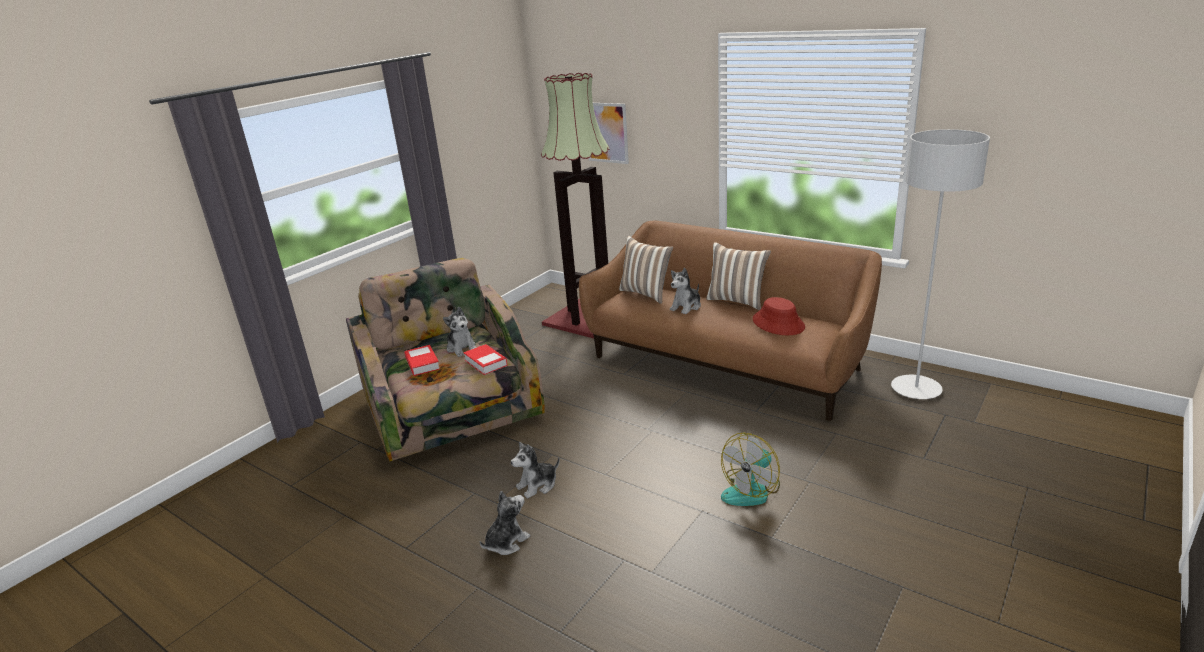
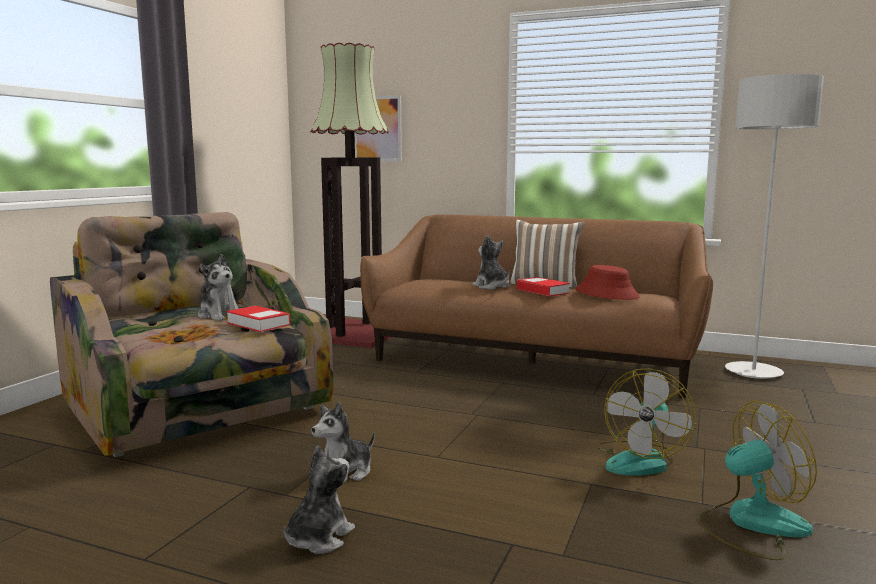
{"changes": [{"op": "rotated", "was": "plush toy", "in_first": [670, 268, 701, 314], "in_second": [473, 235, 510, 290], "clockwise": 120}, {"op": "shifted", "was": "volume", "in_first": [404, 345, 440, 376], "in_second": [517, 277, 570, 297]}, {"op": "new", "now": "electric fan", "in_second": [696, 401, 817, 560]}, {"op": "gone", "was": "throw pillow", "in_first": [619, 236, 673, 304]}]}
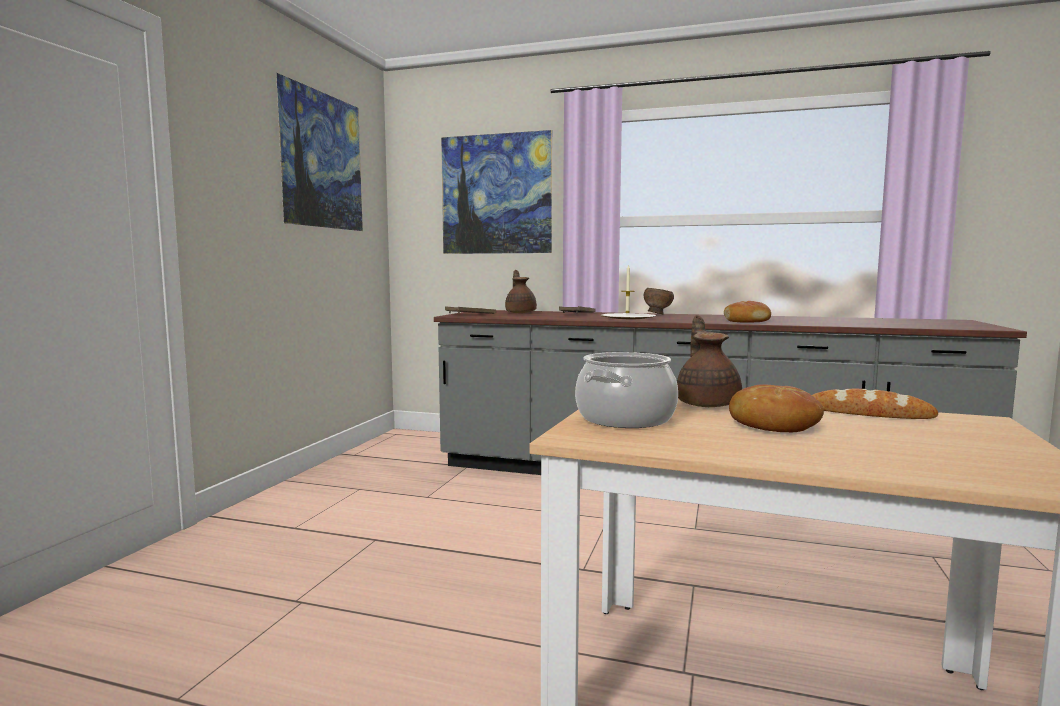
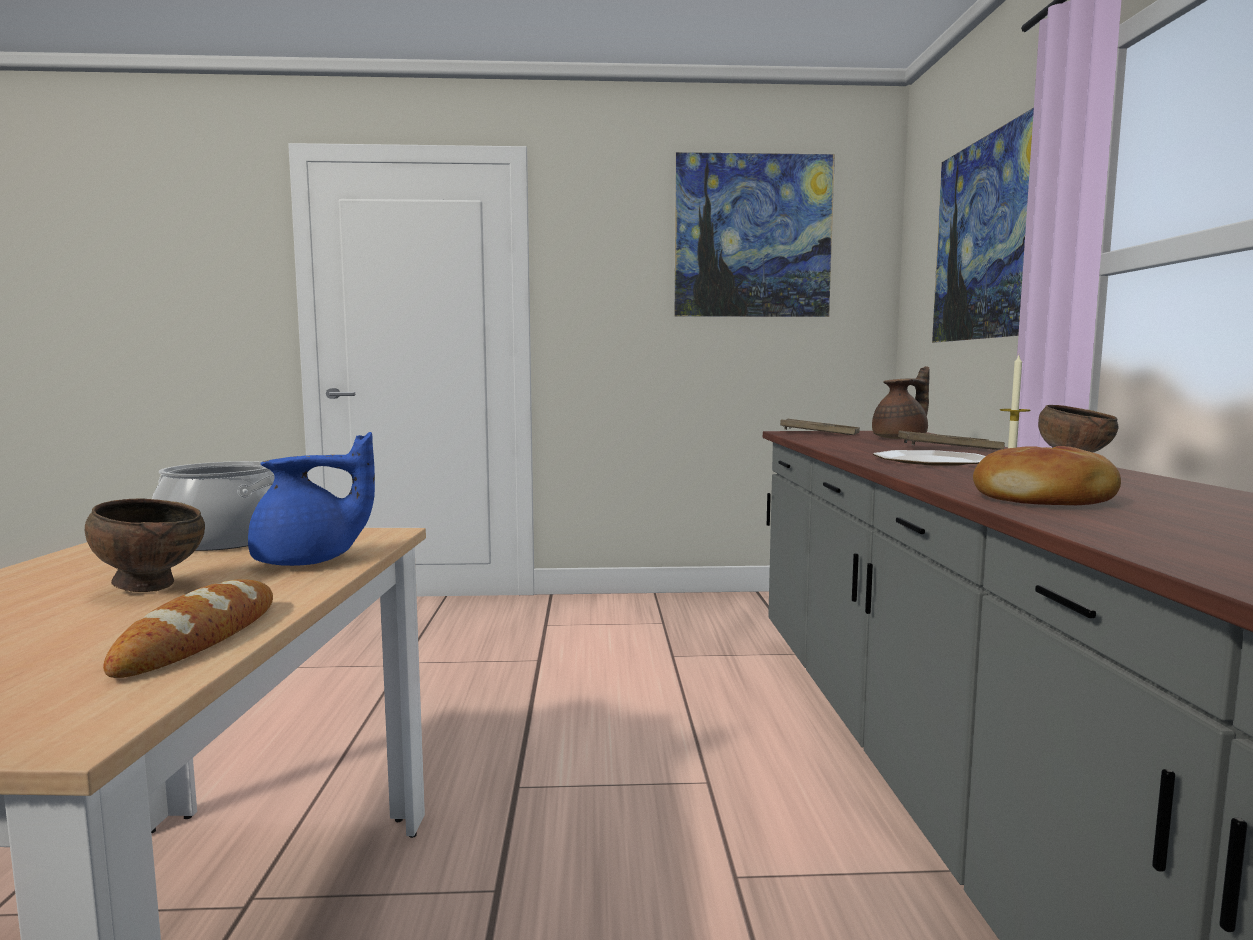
{"changes": [{"op": "swapped", "was": "bakery bread", "now": "serving bowl (brownish)", "in_first": [729, 384, 824, 432], "in_second": [85, 498, 205, 592]}, {"op": "repainted", "was": "teapot (brownish)", "now": "teapot (blue-coloured)", "in_first": [677, 315, 742, 407], "in_second": [248, 432, 375, 566]}]}
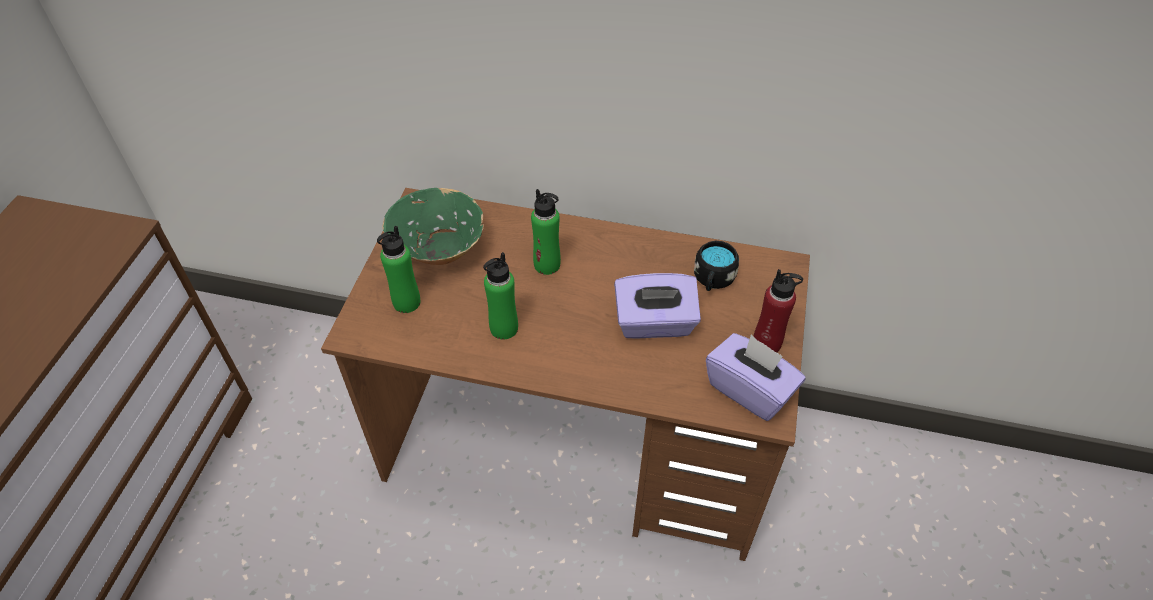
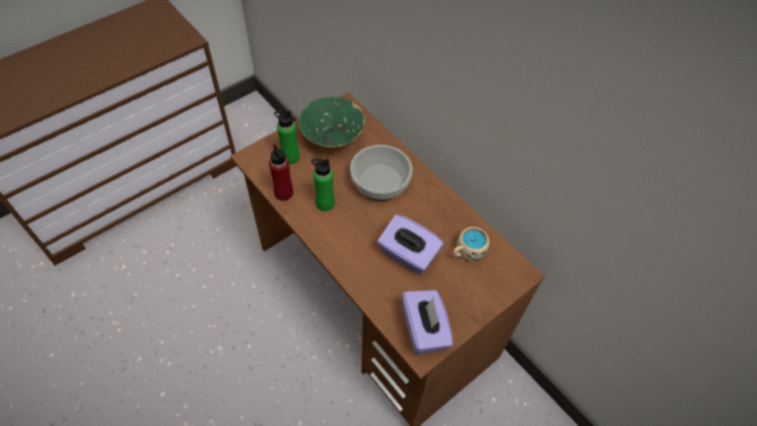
{"changes": [{"op": "shifted", "was": "beverage bottle (red)", "in_first": [753, 269, 803, 353], "in_second": [269, 144, 293, 201]}, {"op": "swapped", "was": "beverage bottle (green)", "now": "serving bowl", "in_first": [531, 189, 561, 275], "in_second": [350, 145, 413, 201]}, {"op": "repainted", "was": "mug (blackish)", "now": "mug (beige)", "in_first": [694, 241, 739, 291], "in_second": [452, 227, 489, 262]}]}
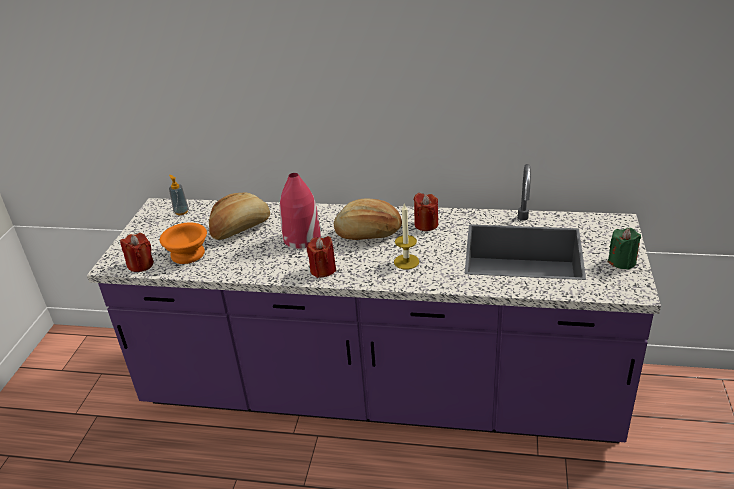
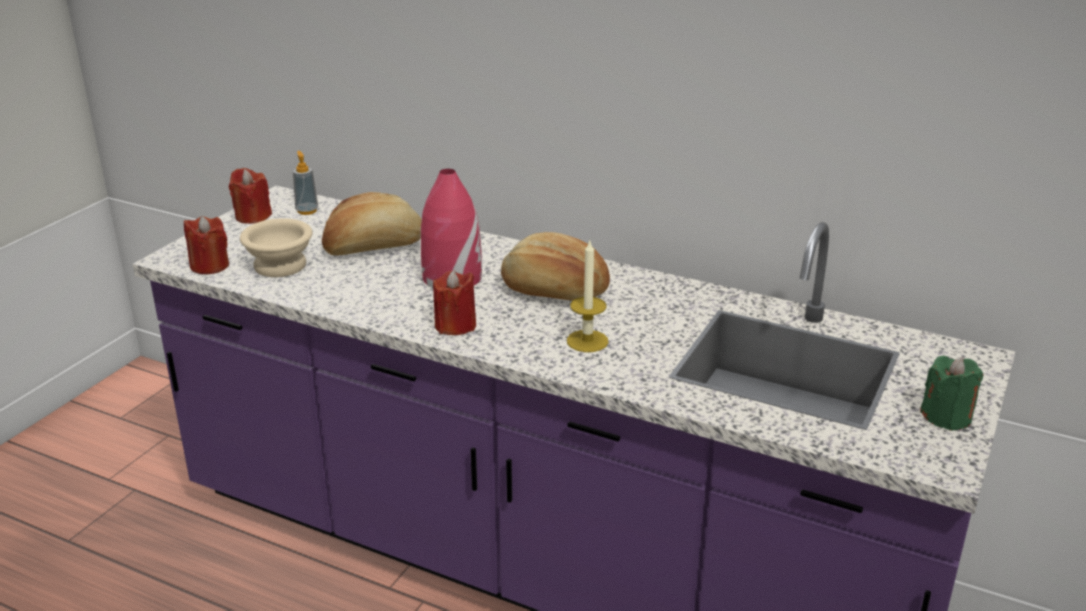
{"changes": [{"op": "shifted", "was": "candle (red)", "in_first": [413, 193, 438, 231], "in_second": [229, 168, 272, 224]}, {"op": "repainted", "was": "serving bowl (orange)", "now": "serving bowl (beige)", "in_first": [160, 222, 207, 264], "in_second": [240, 218, 313, 277]}]}
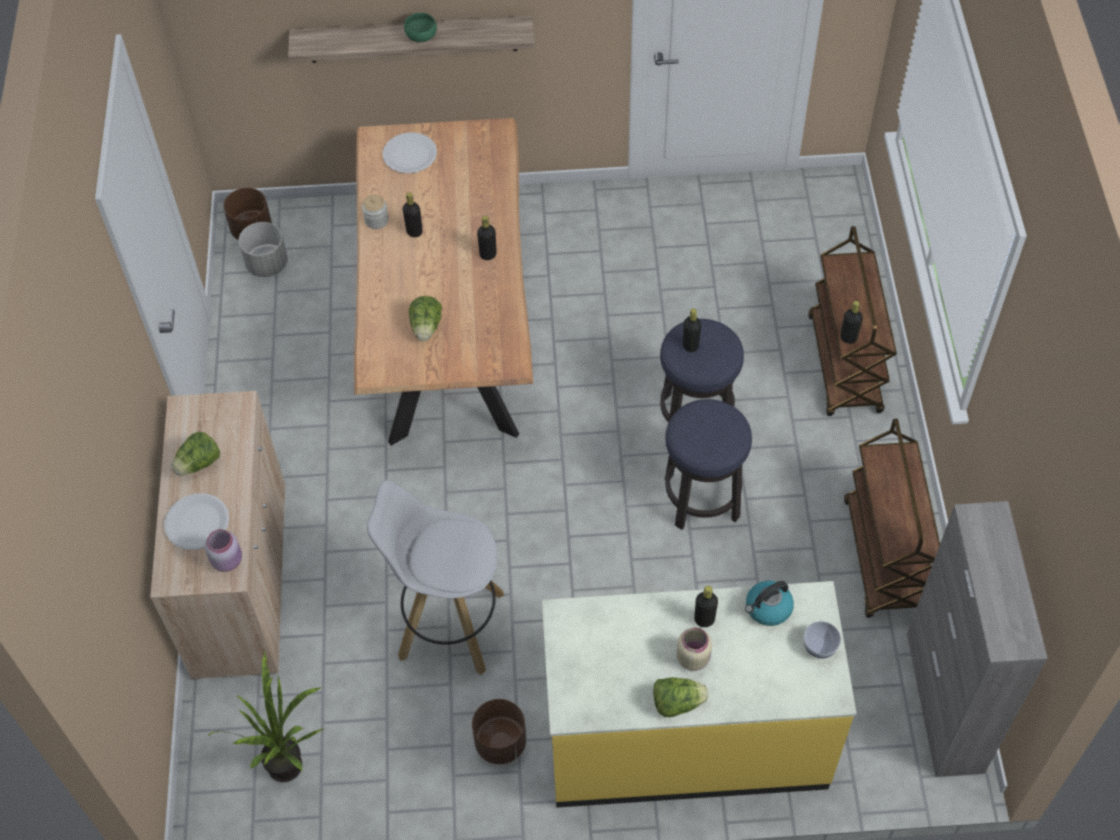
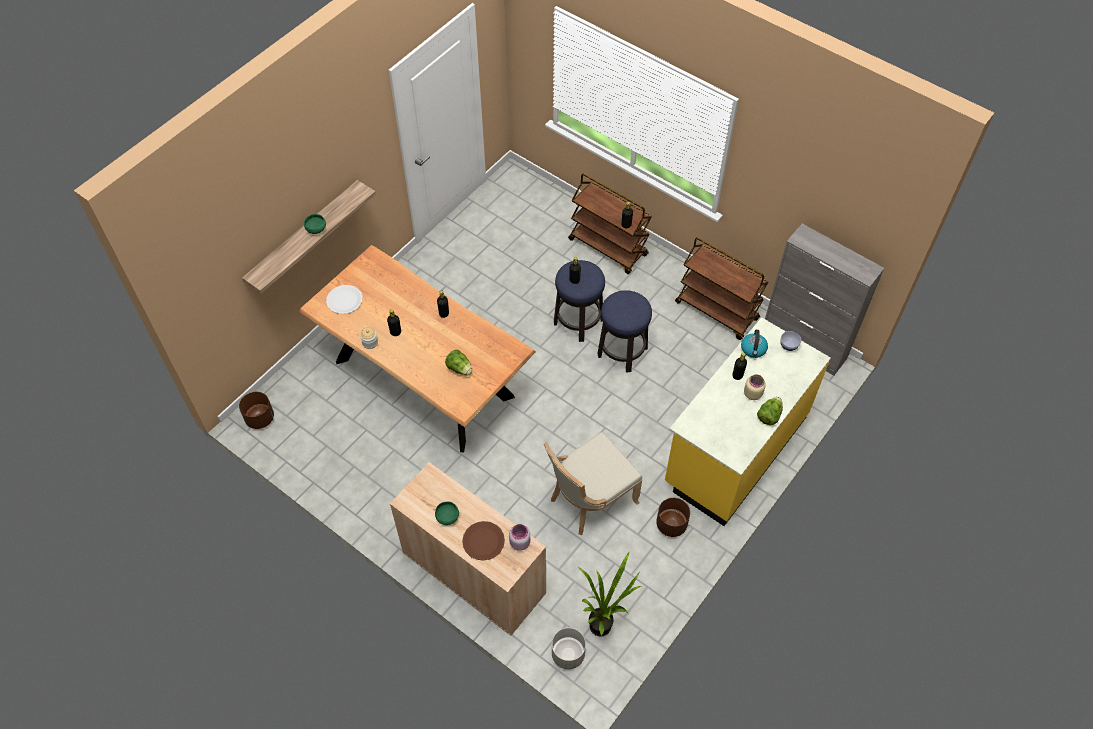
{"changes": [{"op": "swapped", "was": "head of lettuce", "now": "serving bowl (green)", "in_first": [171, 432, 220, 476], "in_second": [435, 501, 459, 525]}, {"op": "repainted", "was": "dinner plate (whitish)", "now": "dinner plate (brownish)", "in_first": [164, 493, 229, 550], "in_second": [462, 521, 505, 561]}, {"op": "swapped", "was": "stool (whitish)", "now": "plain chair (beige)", "in_first": [367, 480, 504, 675], "in_second": [544, 432, 642, 535]}, {"op": "shifted", "was": "flower pot (greyish)", "in_first": [239, 222, 288, 277], "in_second": [552, 628, 586, 669]}]}
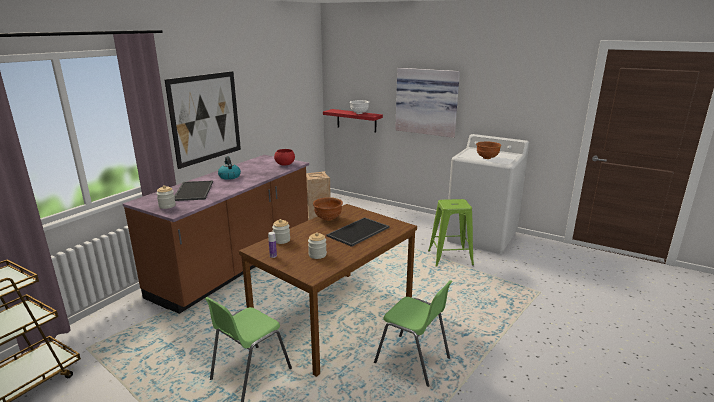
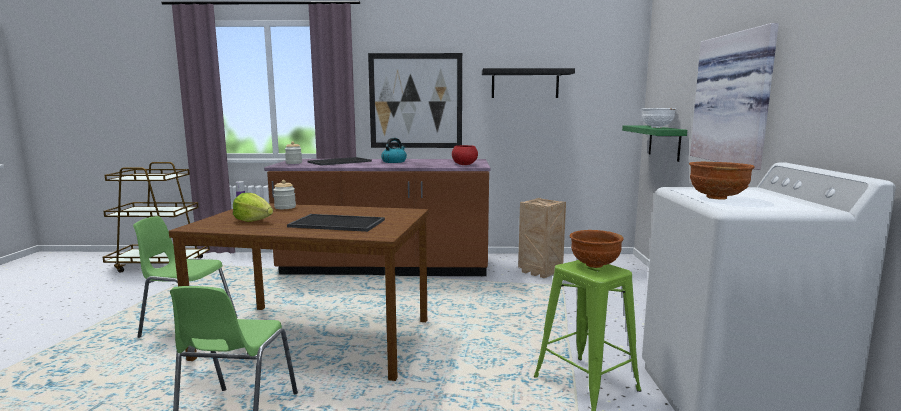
{"changes": [{"op": "swapped", "was": "preserve jar", "now": "head of lettuce", "in_first": [308, 232, 327, 259], "in_second": [233, 193, 273, 222]}, {"op": "new", "now": "bracket shelf (blackish)", "in_second": [482, 68, 575, 98]}, {"op": "shifted", "was": "serving bowl (brownish)", "in_first": [313, 197, 343, 221], "in_second": [569, 230, 624, 268]}, {"op": "repainted", "was": "bracket shelf (red)", "now": "bracket shelf (green)", "in_first": [323, 109, 383, 132], "in_second": [622, 125, 687, 162]}]}
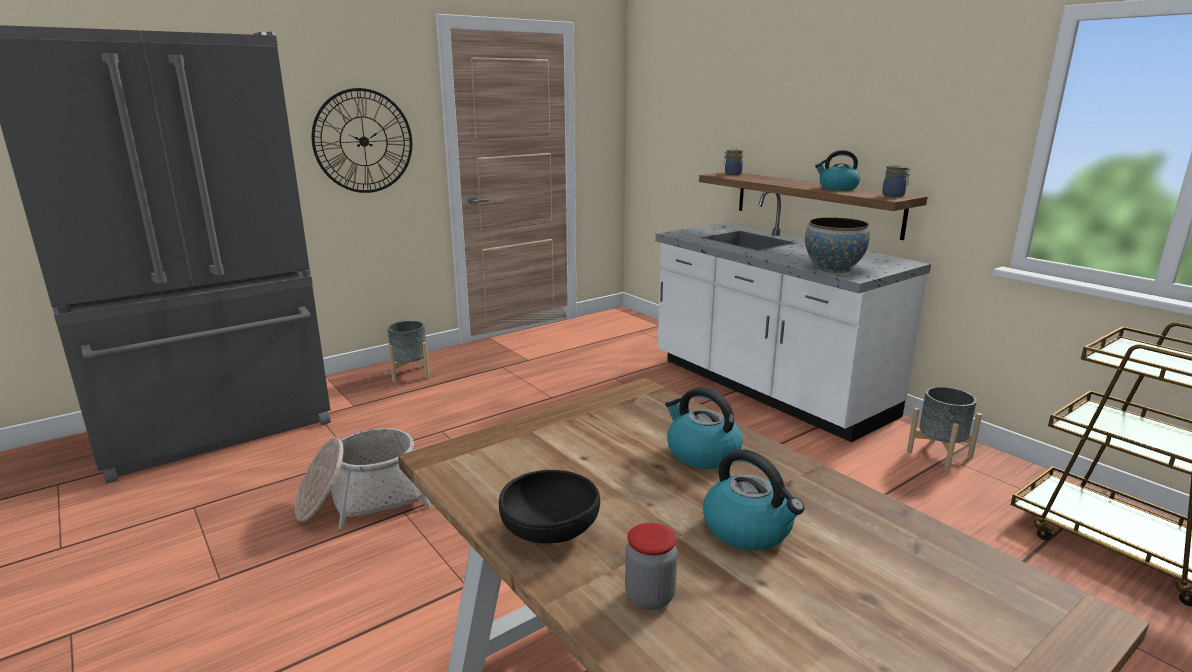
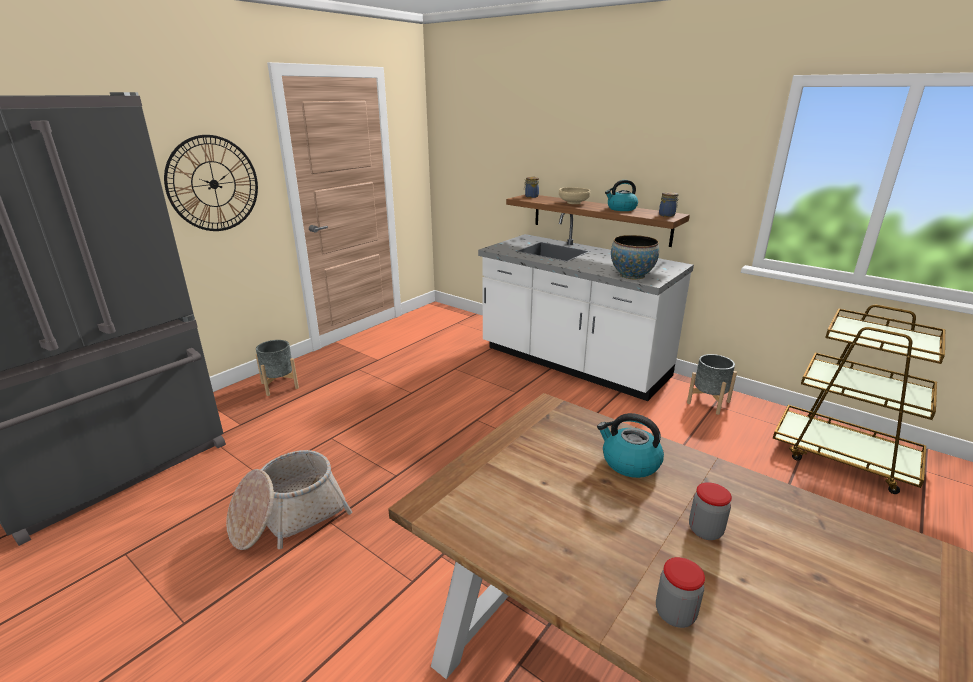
{"changes": [{"op": "new", "now": "serving bowl (beige)", "in_second": [559, 187, 591, 204]}, {"op": "swapped", "was": "tea kettle", "now": "preserve jar", "in_first": [703, 449, 805, 550], "in_second": [689, 482, 732, 540]}, {"op": "gone", "was": "serving bowl (blackish)", "in_first": [499, 470, 600, 543]}]}
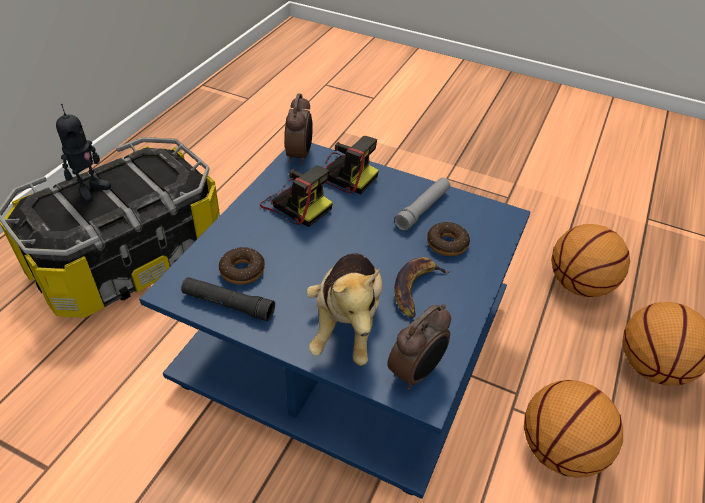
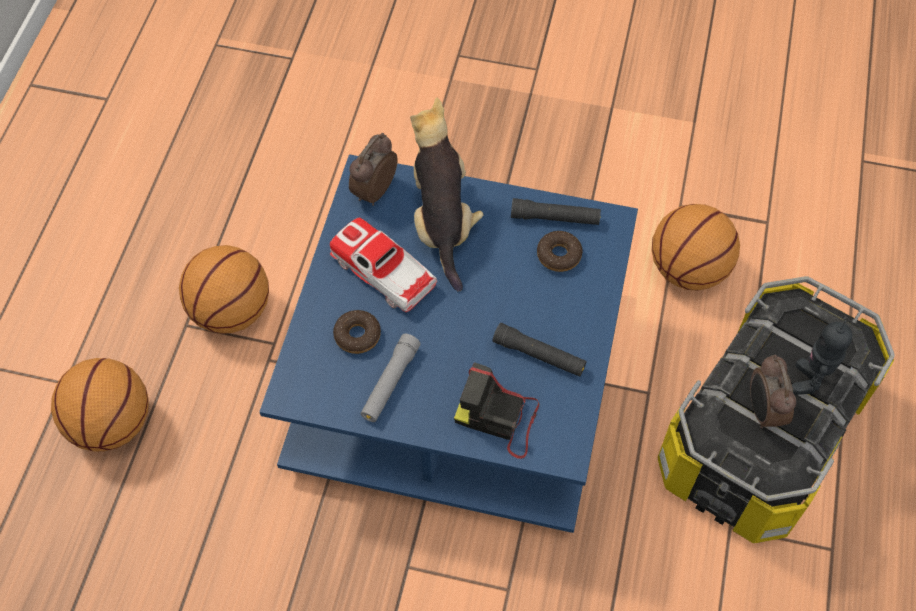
{"changes": [{"op": "swapped", "was": "whole banana", "now": "model car", "in_first": [394, 257, 451, 318], "in_second": [330, 218, 437, 312]}, {"op": "swapped", "was": "photo camera", "now": "flashlight (blackish)", "in_first": [260, 165, 333, 227], "in_second": [492, 323, 587, 377]}, {"op": "shifted", "was": "basketball", "in_first": [551, 224, 630, 297], "in_second": [652, 204, 740, 291]}, {"op": "shifted", "was": "alarm clock", "in_first": [284, 94, 313, 165], "in_second": [750, 355, 796, 429]}]}
